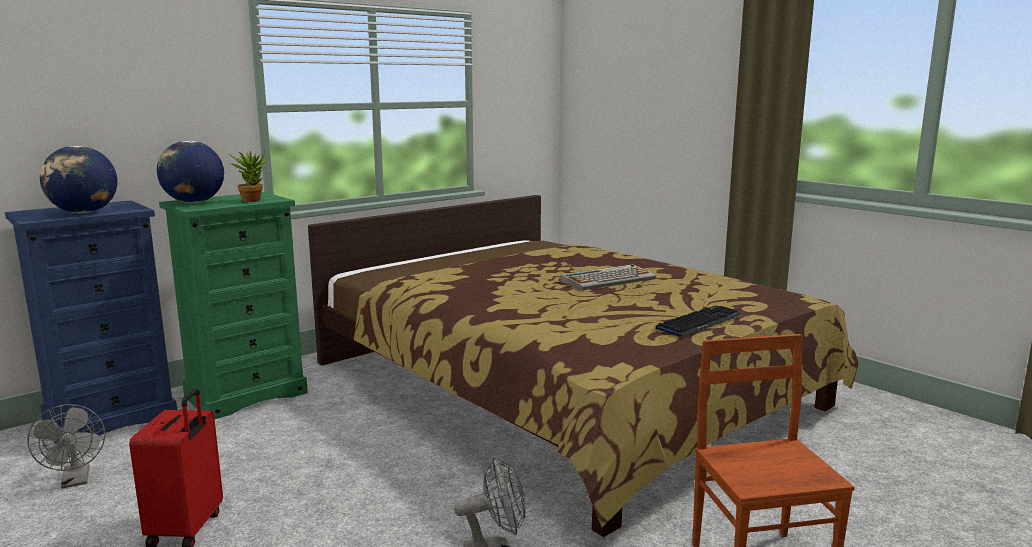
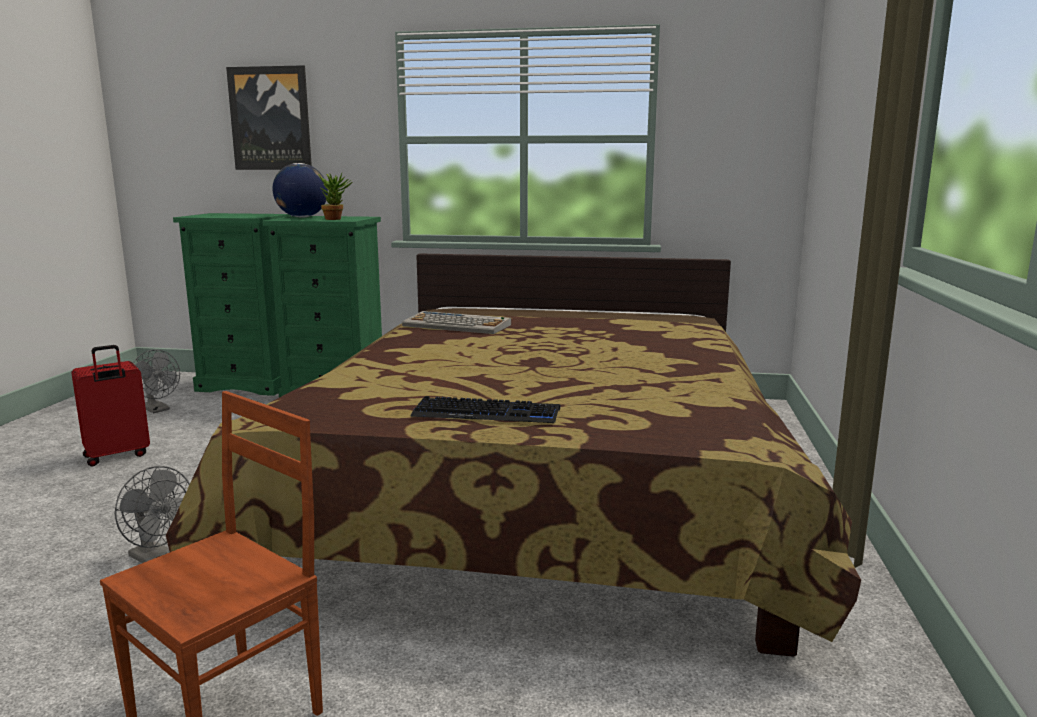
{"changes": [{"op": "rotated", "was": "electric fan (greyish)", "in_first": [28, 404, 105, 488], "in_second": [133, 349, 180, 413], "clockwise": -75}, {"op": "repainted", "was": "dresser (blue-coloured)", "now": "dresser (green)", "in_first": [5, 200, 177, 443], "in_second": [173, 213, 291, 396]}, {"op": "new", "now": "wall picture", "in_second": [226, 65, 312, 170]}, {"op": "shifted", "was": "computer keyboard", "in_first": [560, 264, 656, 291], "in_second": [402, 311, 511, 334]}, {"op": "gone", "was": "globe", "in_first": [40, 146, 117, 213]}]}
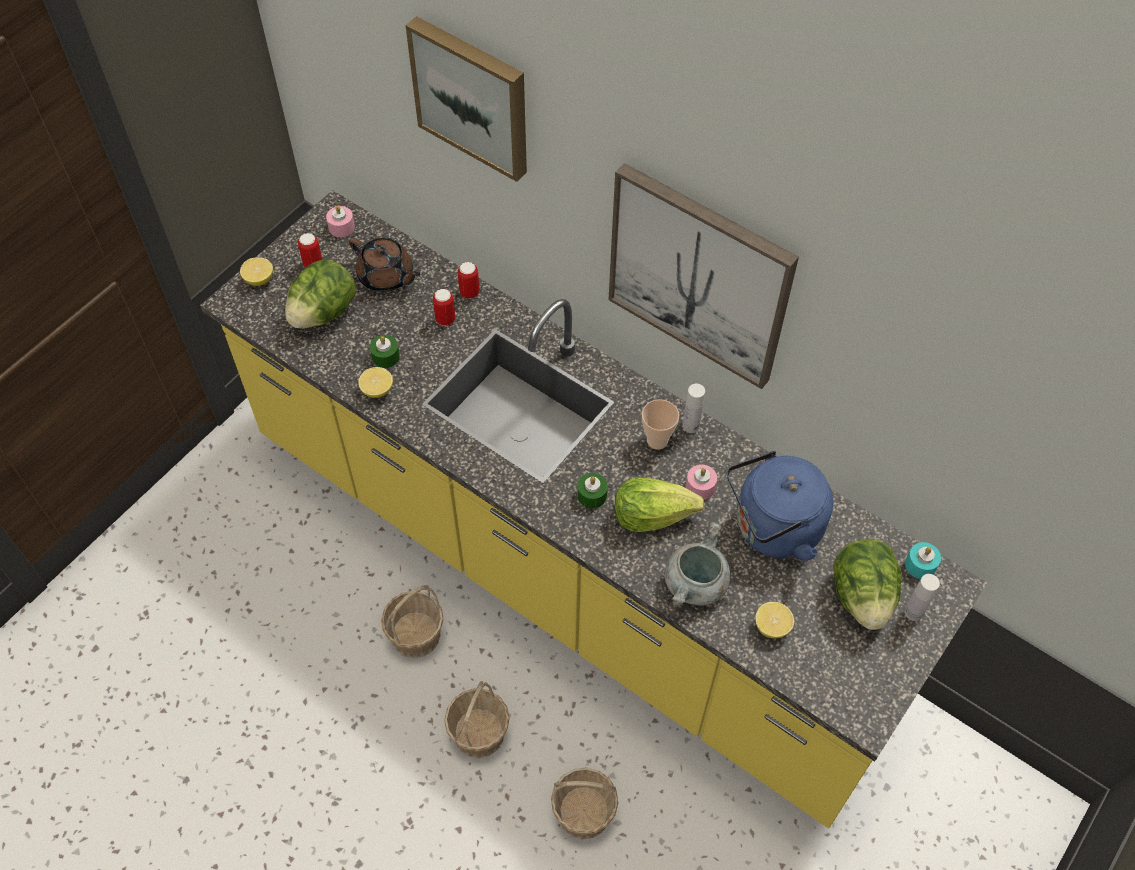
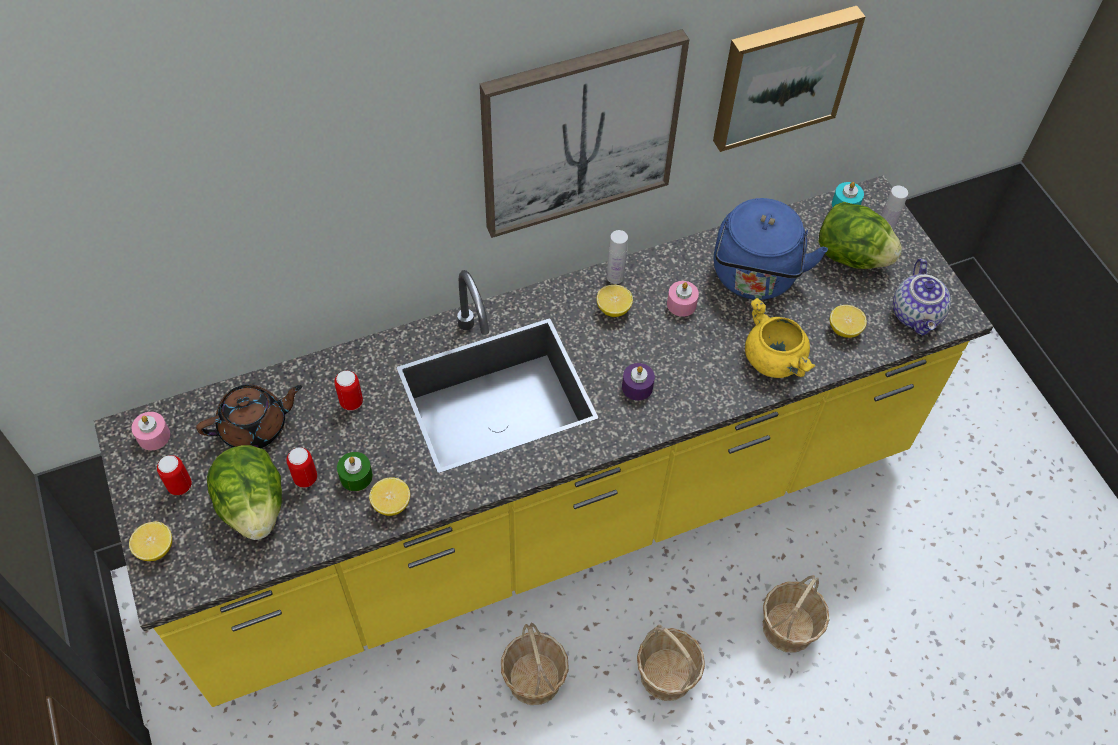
{"changes": [{"op": "shifted", "was": "metal can", "in_first": [458, 262, 480, 299], "in_second": [287, 447, 317, 488]}, {"op": "swapped", "was": "cup", "now": "lemon", "in_first": [642, 399, 679, 450], "in_second": [597, 285, 633, 317]}, {"op": "repainted", "was": "candle (green)", "now": "candle (purple)", "in_first": [577, 473, 608, 509], "in_second": [622, 363, 655, 401]}, {"op": "shifted", "was": "wall picture", "in_first": [406, 16, 527, 182], "in_second": [713, 6, 866, 152]}, {"op": "repainted", "was": "stockpot (greyish)", "now": "stockpot (yellow-coloured)", "in_first": [665, 521, 730, 606], "in_second": [745, 298, 815, 378]}, {"op": "new", "now": "teapot", "in_second": [893, 259, 951, 335]}, {"op": "gone", "was": "head of lettuce", "in_first": [615, 477, 705, 532]}]}
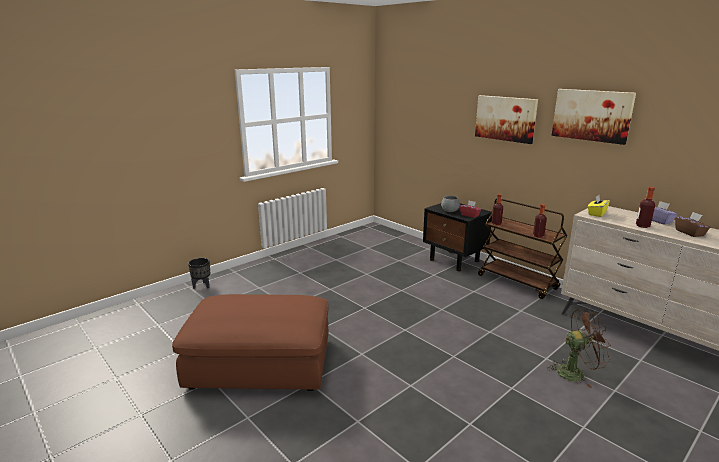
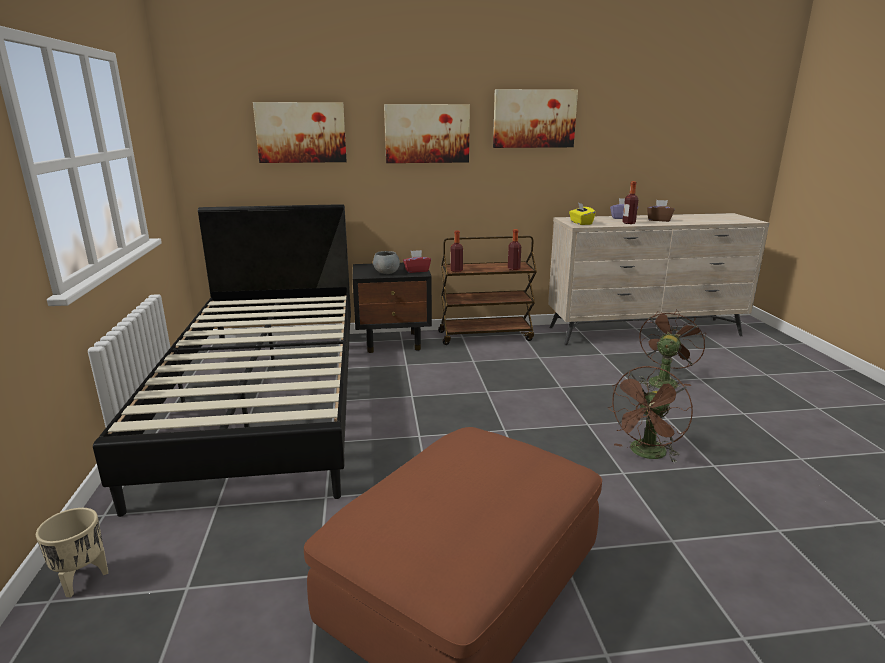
{"changes": [{"op": "repainted", "was": "flower pot (blackish)", "now": "flower pot (beige)", "in_first": [188, 258, 210, 289], "in_second": [36, 508, 108, 597]}, {"op": "new", "now": "sleeping bed (blackish)", "in_second": [93, 204, 351, 517]}, {"op": "new", "now": "wall picture", "in_second": [253, 102, 347, 163]}, {"op": "new", "now": "electric fan (brownish)", "in_second": [608, 366, 693, 463]}]}
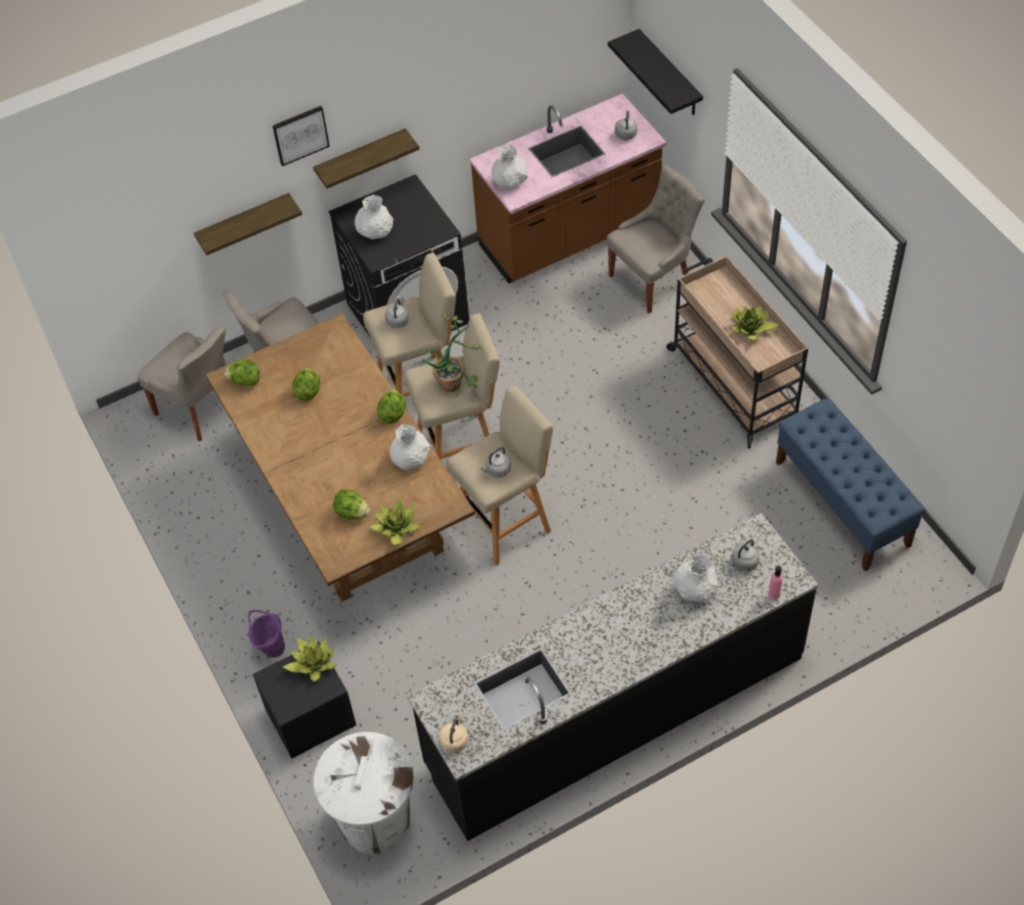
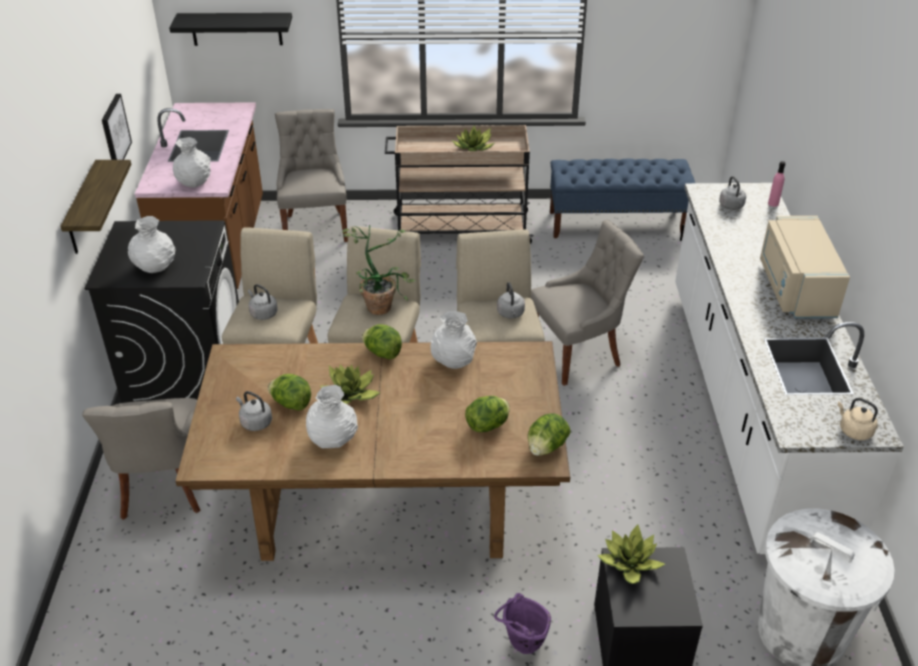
{"changes": [{"op": "shifted", "was": "wall picture", "in_first": [272, 106, 330, 166], "in_second": [102, 94, 132, 160]}, {"op": "shifted", "was": "tea kettle (greyish)", "in_first": [615, 111, 637, 140], "in_second": [236, 391, 272, 431]}, {"op": "shifted", "was": "decorative vase (whitish)", "in_first": [673, 555, 719, 602], "in_second": [306, 385, 358, 448]}, {"op": "shifted", "was": "houseplant", "in_first": [370, 498, 421, 545], "in_second": [320, 364, 380, 404]}, {"op": "shifted", "was": "head of lettuce", "in_first": [224, 359, 260, 386], "in_second": [528, 413, 570, 456]}, {"op": "shifted", "was": "plain chair (greyish)", "in_first": [138, 326, 226, 441], "in_second": [531, 220, 644, 386]}, {"op": "repainted", "was": "kitchen base unit (blackish)", "now": "kitchen base unit (whitish)", "in_first": [407, 513, 818, 841], "in_second": [675, 183, 904, 554]}, {"op": "new", "now": "microwave (beige)", "in_second": [760, 216, 850, 318]}, {"op": "gone", "was": "bracket shelf", "in_first": [194, 193, 302, 255]}]}
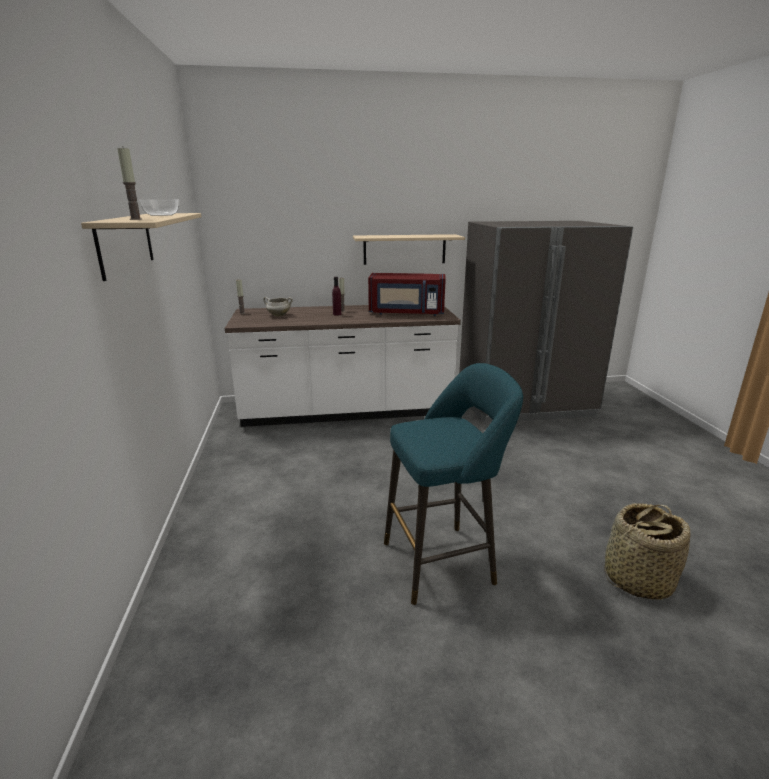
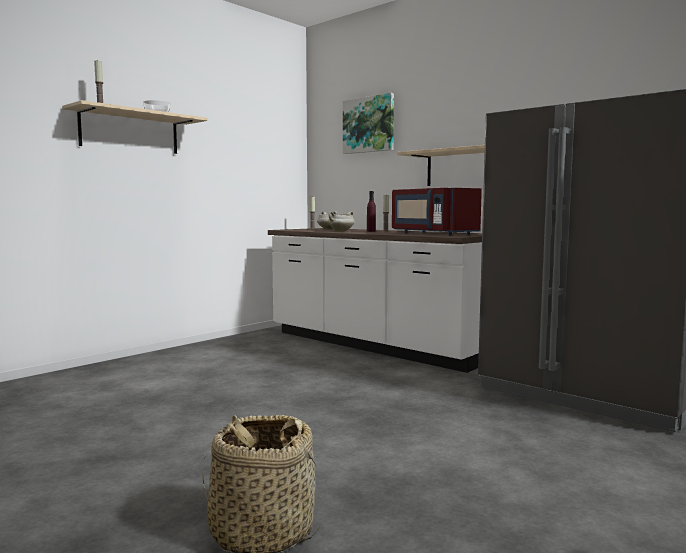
{"changes": [{"op": "new", "now": "stockpot (whitish)", "in_second": [328, 211, 355, 232]}, {"op": "new", "now": "wall picture", "in_second": [343, 93, 394, 154]}, {"op": "gone", "was": "stool (blue-green)", "in_first": [384, 363, 523, 605]}]}
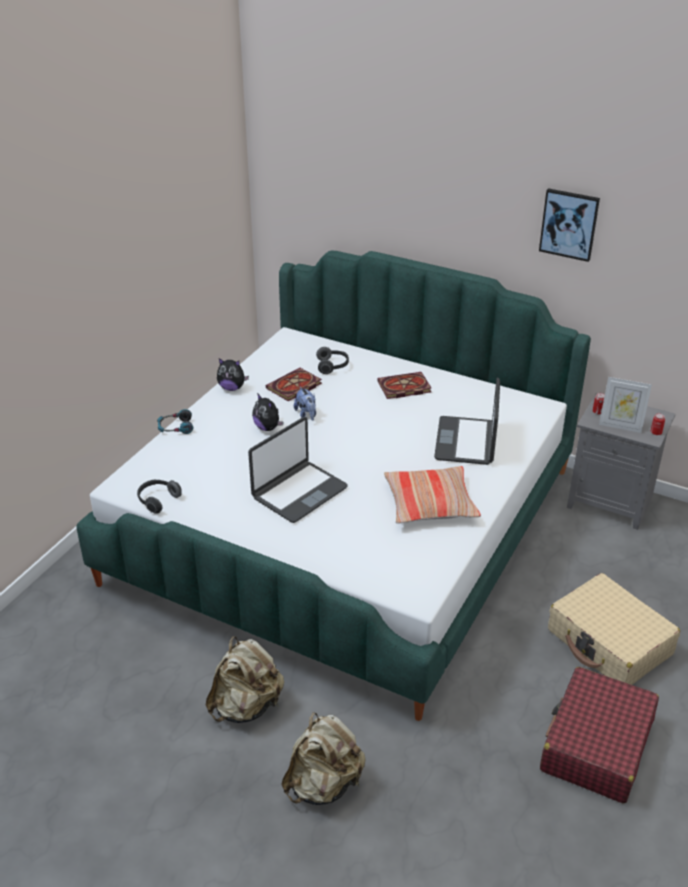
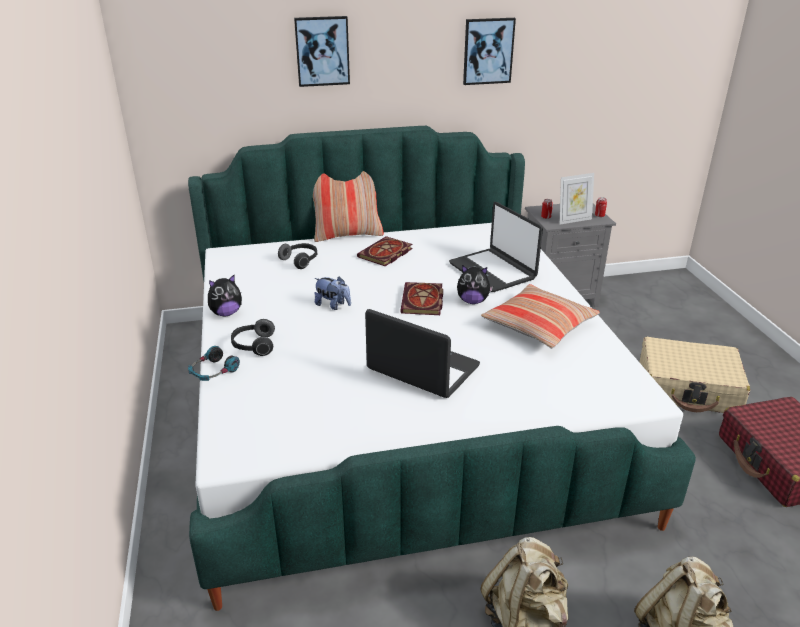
{"changes": [{"op": "shifted", "was": "headset", "in_first": [137, 479, 182, 514], "in_second": [231, 319, 275, 356]}, {"op": "new", "now": "wall picture", "in_second": [294, 16, 350, 87]}, {"op": "new", "now": "throw pillow", "in_second": [313, 171, 384, 242]}, {"op": "rotated", "was": "laptop", "in_first": [248, 417, 348, 523], "in_second": [365, 309, 480, 398], "clockwise": -60}, {"op": "shifted", "was": "volume", "in_first": [266, 368, 322, 401], "in_second": [400, 282, 443, 315]}, {"op": "shifted", "was": "plush toy", "in_first": [252, 393, 283, 431], "in_second": [457, 265, 493, 304]}]}
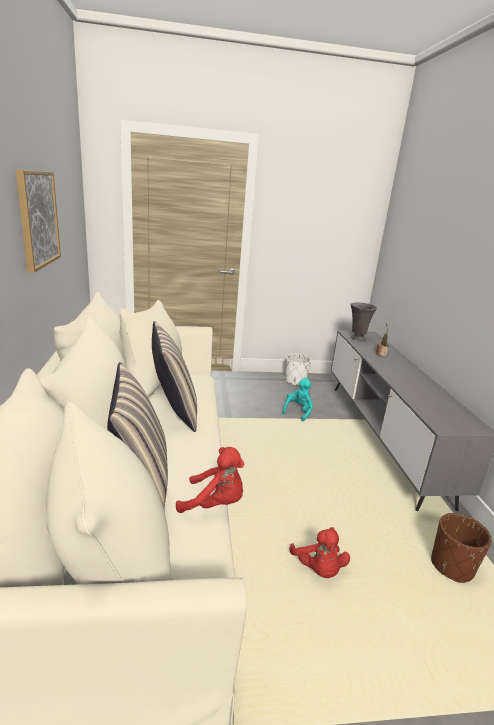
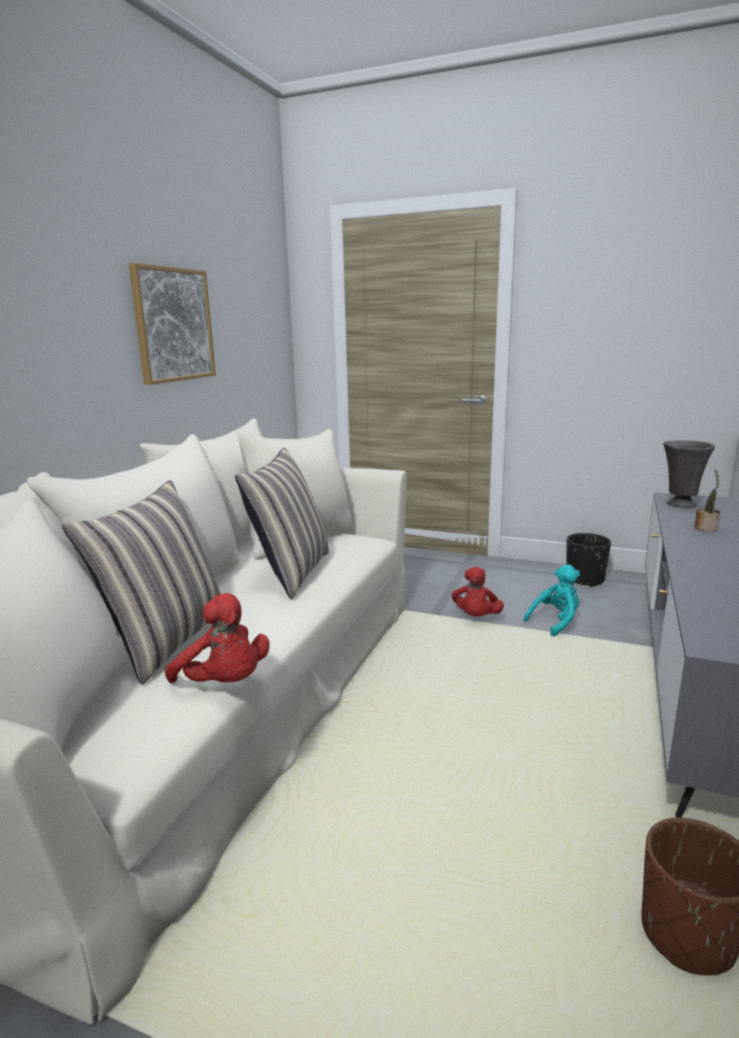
{"changes": [{"op": "shifted", "was": "plush toy (red)", "in_first": [289, 527, 350, 578], "in_second": [452, 567, 504, 617]}, {"op": "repainted", "was": "flower pot (whitish)", "now": "flower pot (blackish)", "in_first": [285, 354, 311, 385], "in_second": [566, 533, 611, 587]}]}
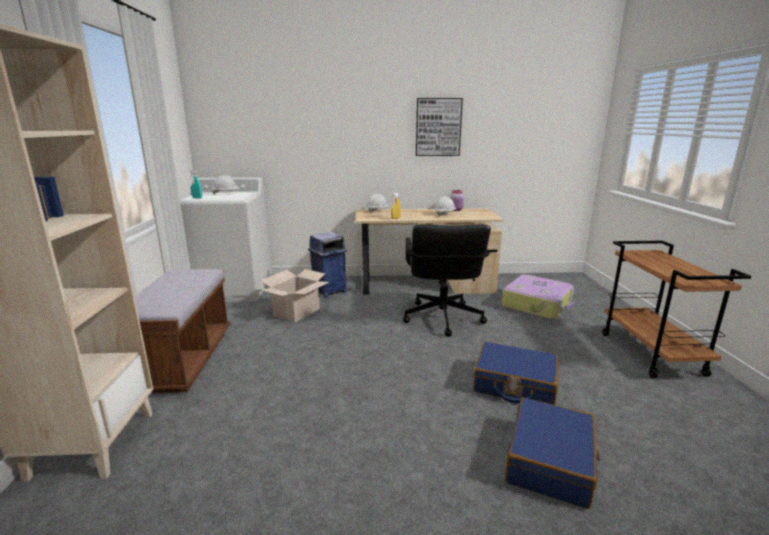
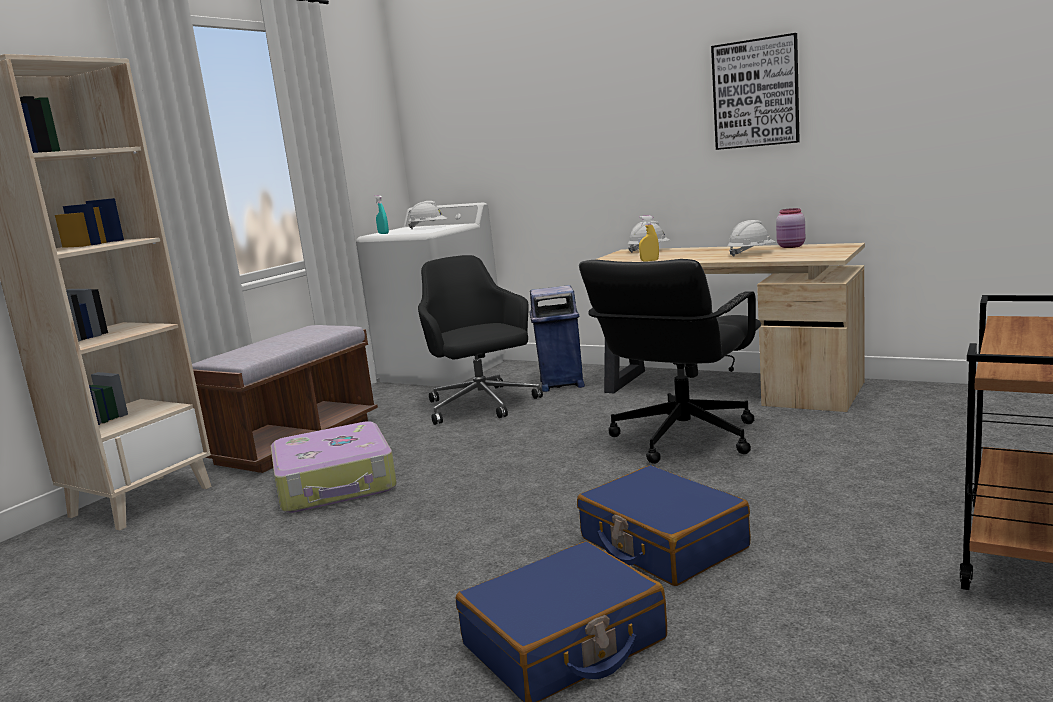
{"changes": [{"op": "shifted", "was": "travel case", "in_first": [502, 274, 575, 320], "in_second": [271, 421, 397, 513]}, {"op": "swapped", "was": "packing box", "now": "computer chair (blackish)", "in_first": [260, 269, 329, 322], "in_second": [418, 255, 543, 425]}]}
